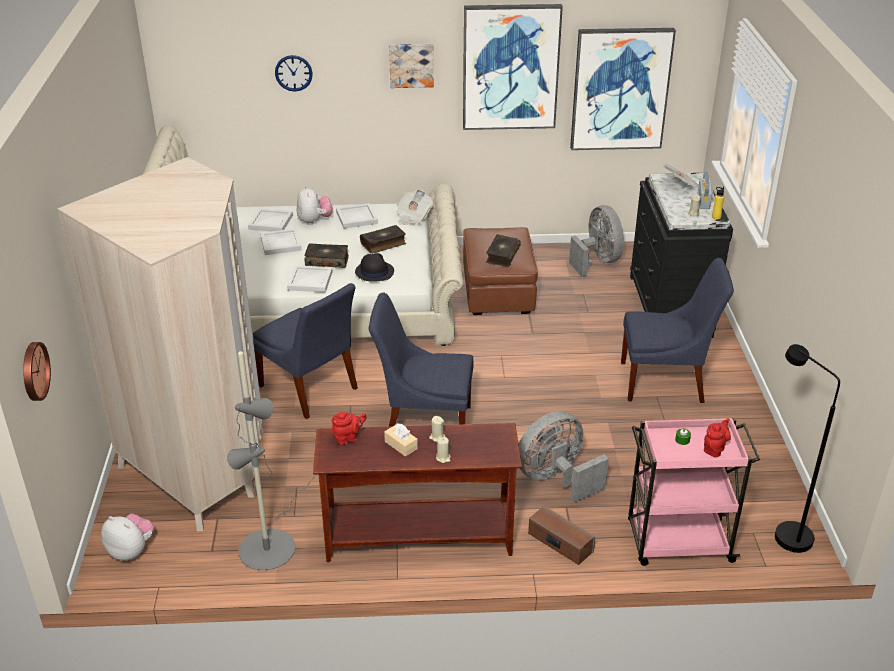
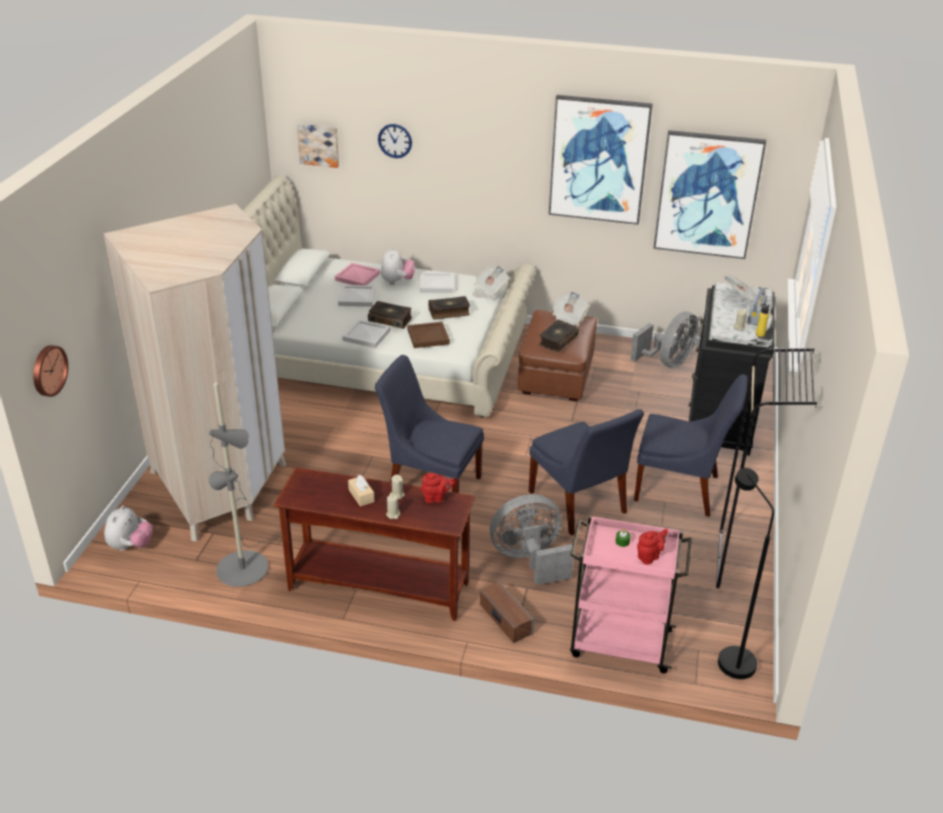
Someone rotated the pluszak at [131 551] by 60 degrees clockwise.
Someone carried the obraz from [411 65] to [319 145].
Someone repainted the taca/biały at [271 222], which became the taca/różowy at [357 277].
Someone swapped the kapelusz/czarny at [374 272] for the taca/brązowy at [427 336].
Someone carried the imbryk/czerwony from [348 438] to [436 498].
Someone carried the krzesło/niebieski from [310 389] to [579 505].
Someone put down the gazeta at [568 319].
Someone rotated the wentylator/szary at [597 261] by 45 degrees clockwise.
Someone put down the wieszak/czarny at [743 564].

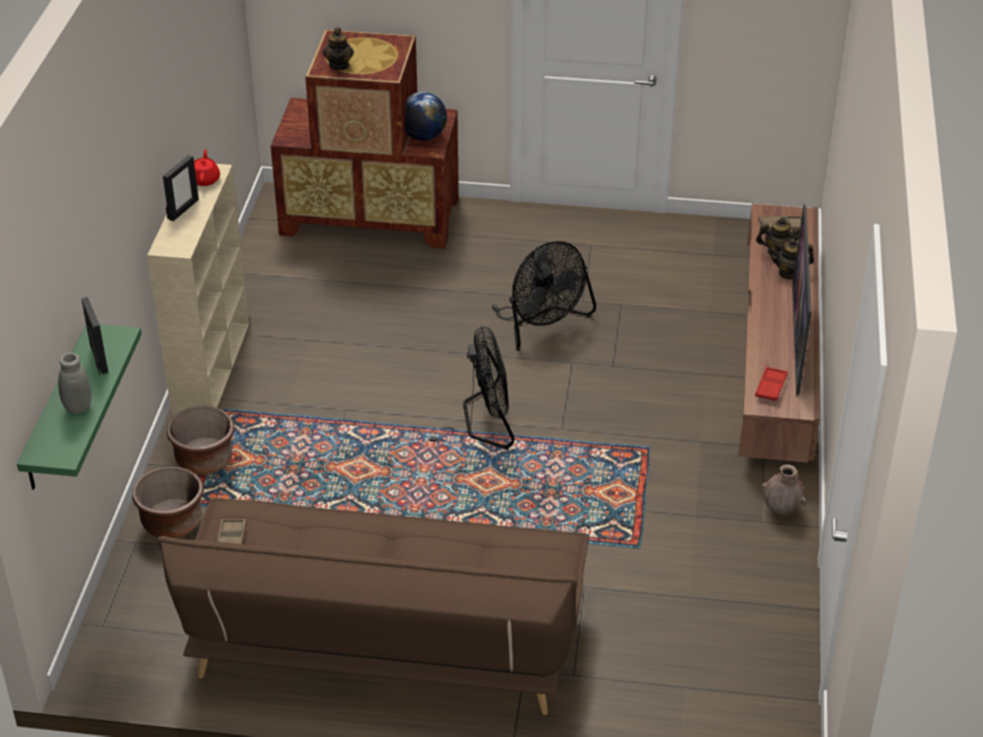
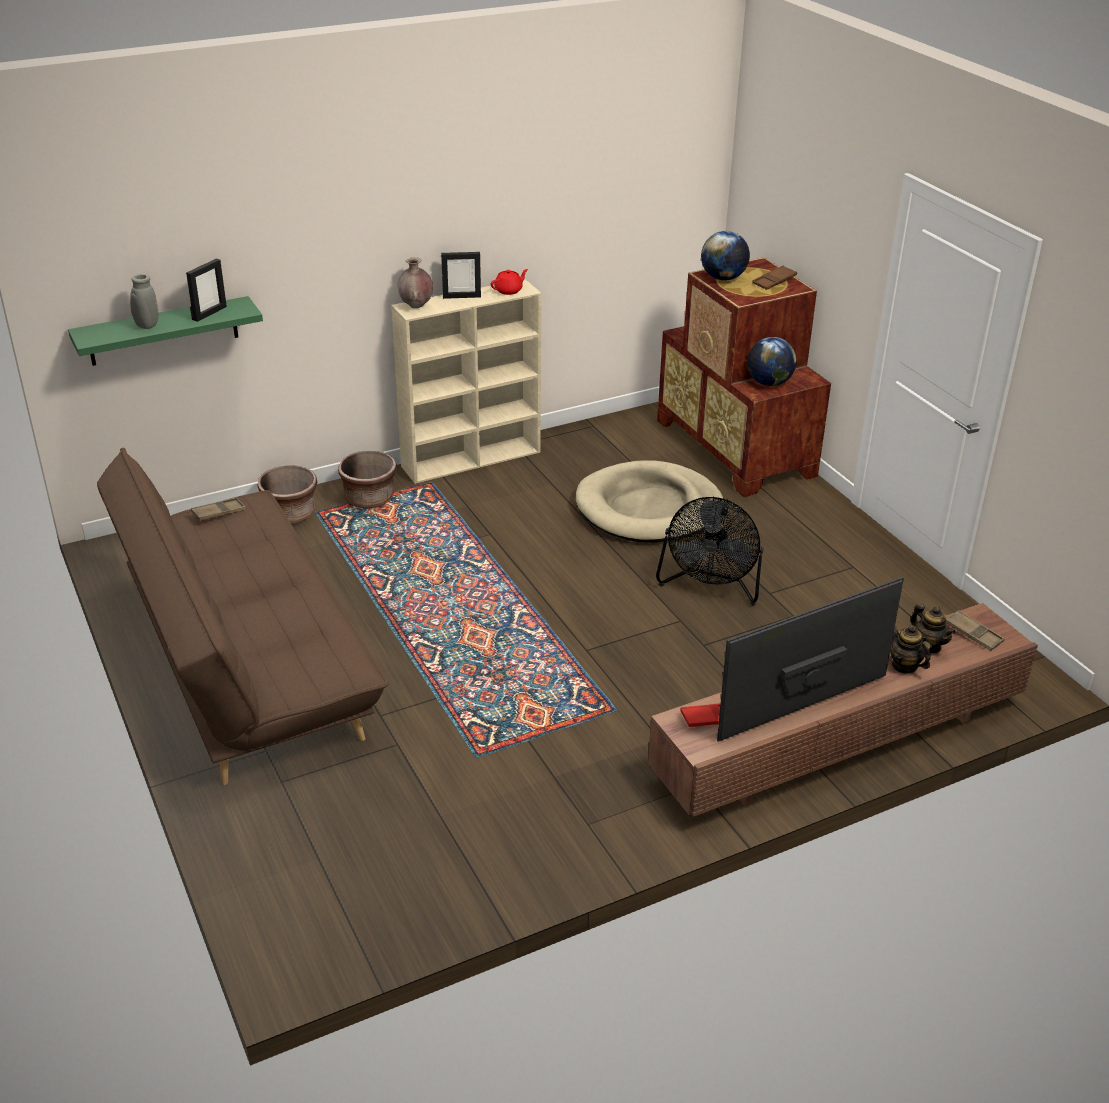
Someone carried the wazon/brązowy from [781 510] to [416 306].
Someone put down the legowisko/beżowy at [649 508].
Someone swapped the imbryk at [339 65] for the globus at [723 278].
Someone put down the taca/brązowy at [774 281].
Someone took away the wentylator/czarny at [481 421].

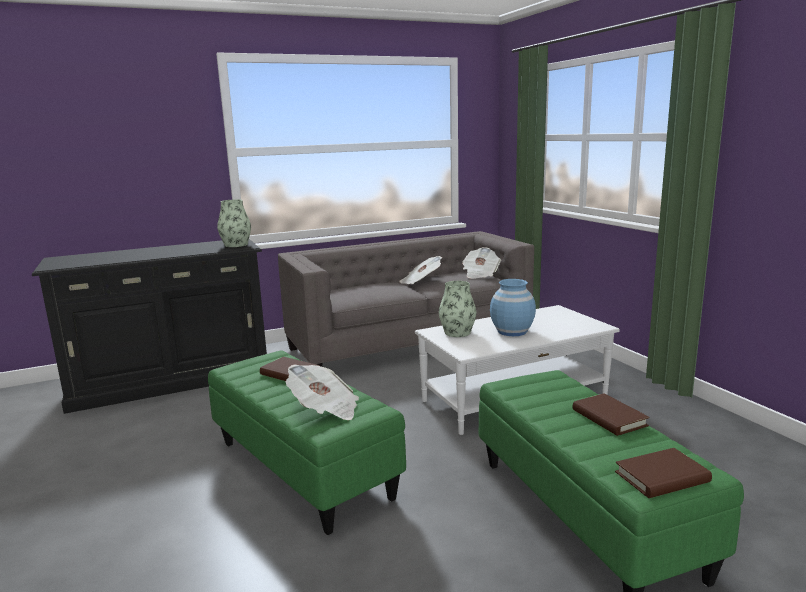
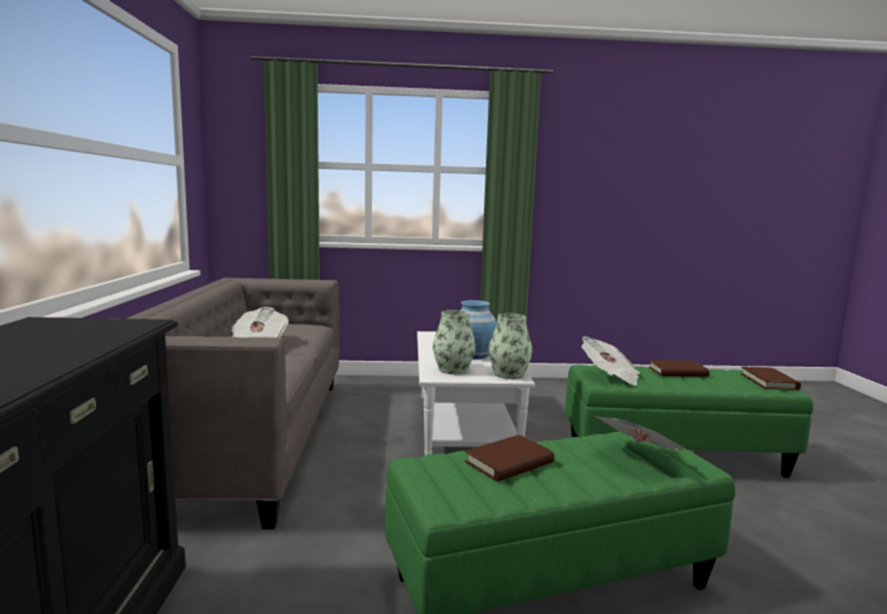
Someone carried the wazon from [236 245] to [508 374].
Someone carried the gazeta from [480 274] to [610 376].

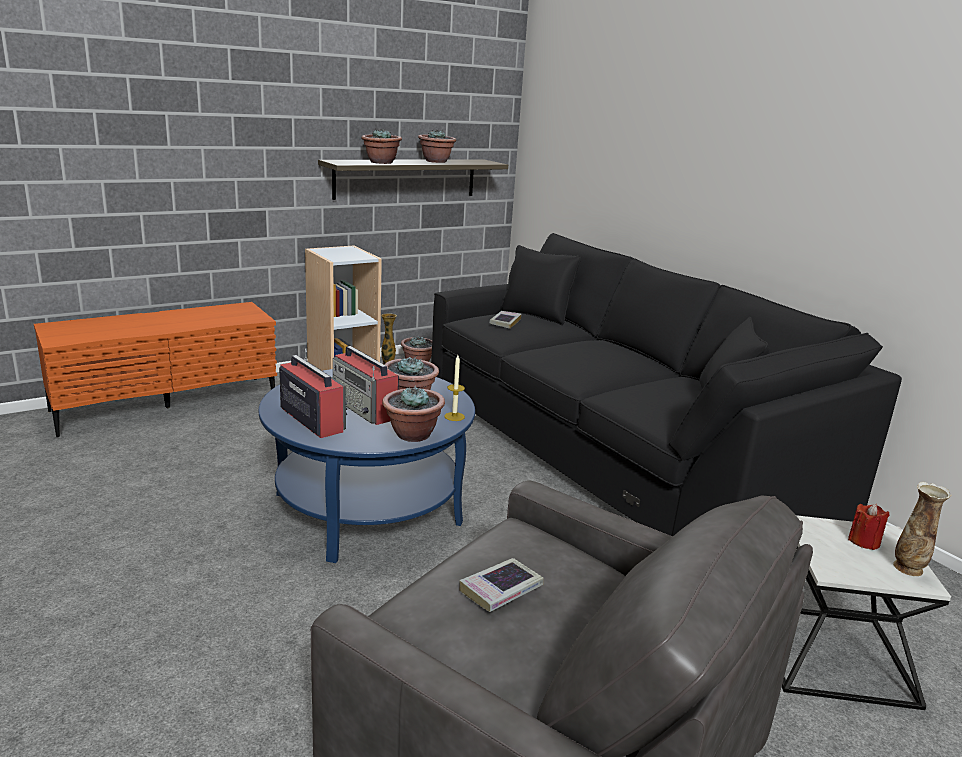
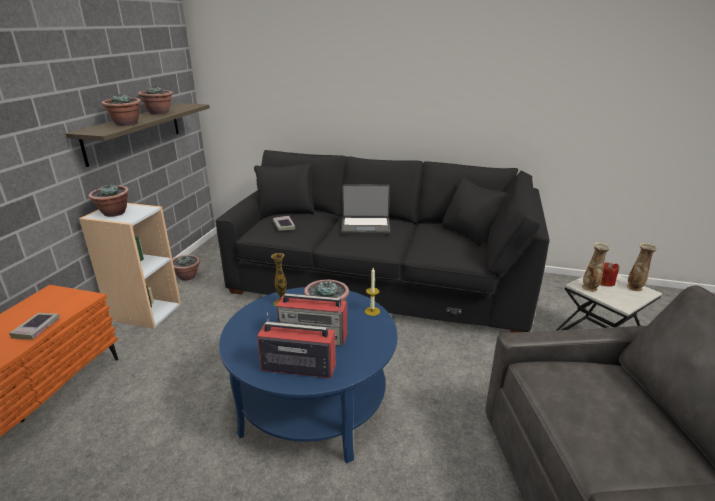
Someone carried the książka from [501 590] to [36 328].
Someone carried the roślina doniczkowa from [412 435] to [114 213].
Someone put down the laptop at [365 226].
Someone put down the wazon at [590 288].

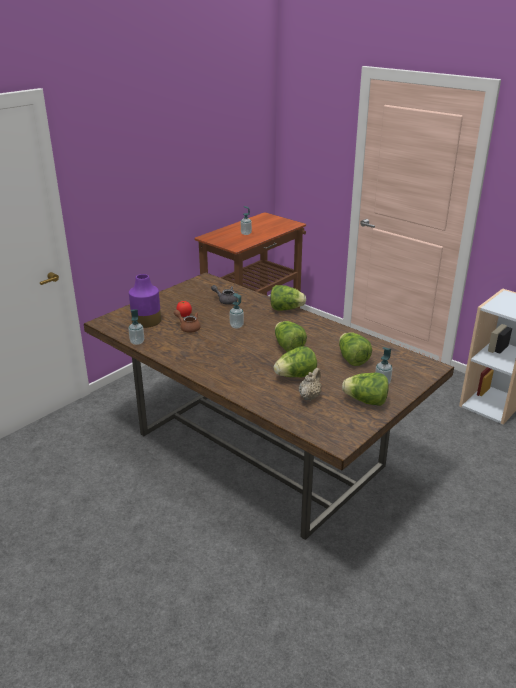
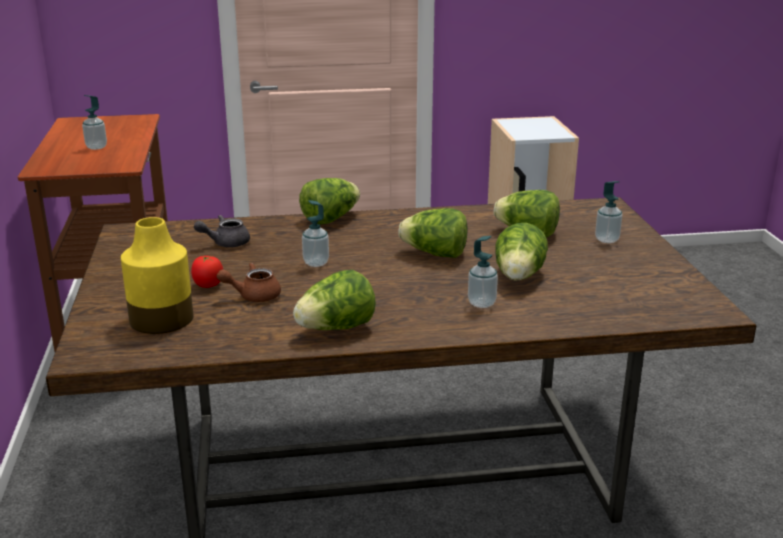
Someone repainted the wazon/fioletowy at [146 320], which became the wazon/żółty at [161 319].
Someone carried the sałata from [366 401] to [336 328].
Someone carried the dozownik mydła from [137 342] to [481 303].
Someone took away the imbryk/beżowy at [309 396].

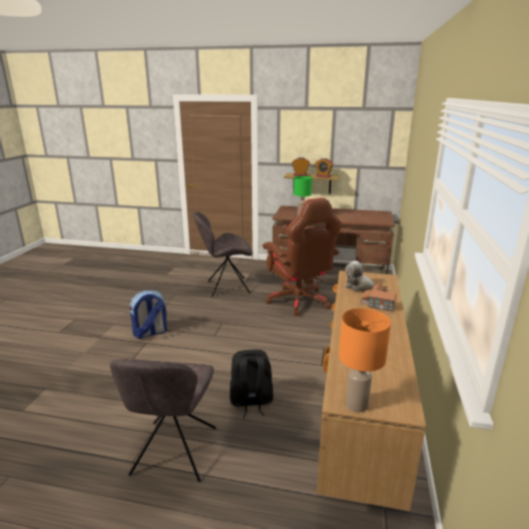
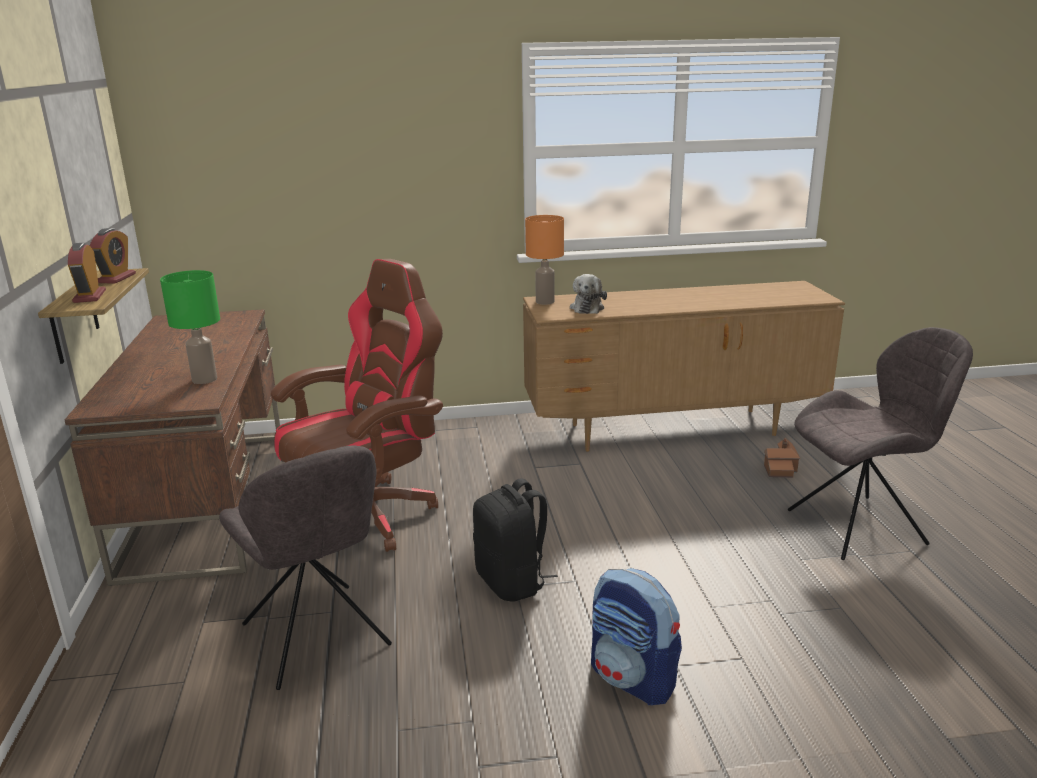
Someone carried the plecak/czarny from [251 402] to [512 582].
Someone carried the lampa stołowa/pomarańczowy from [357 405] to [545 301].
Someone carried the domek from [377 304] to [780 467].

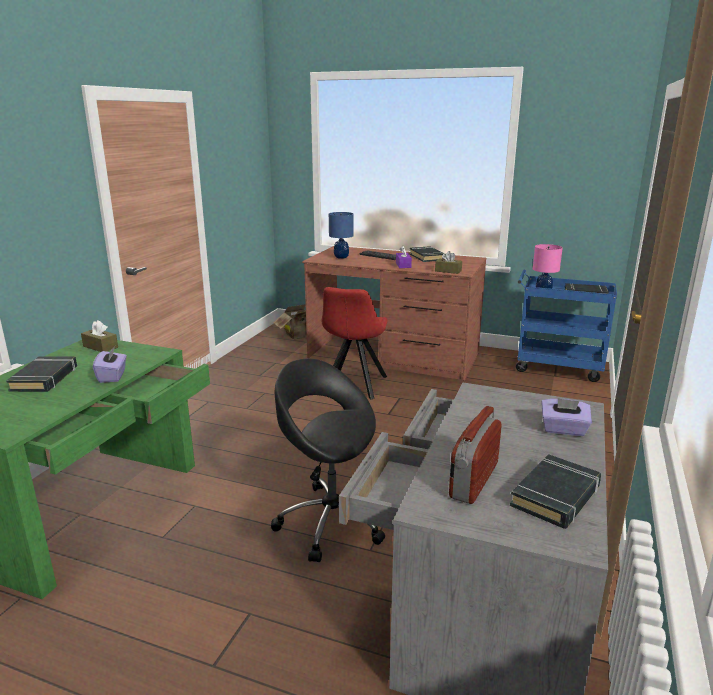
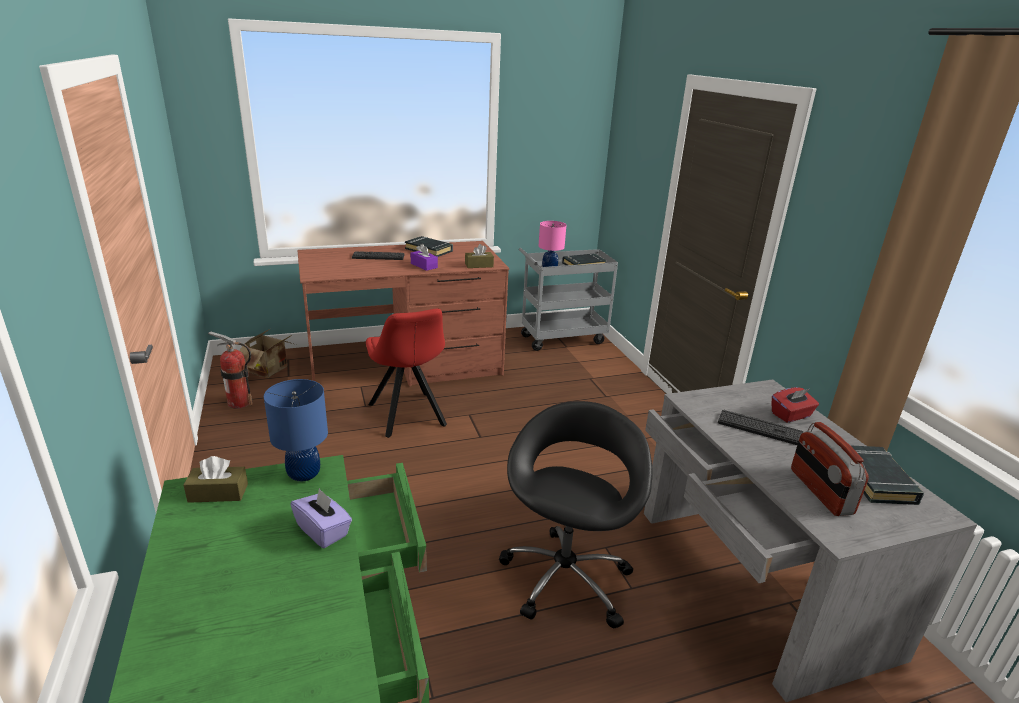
Someone put down the gaśnica at [239 402].
Someone carried the lampa stołowa/niebieski from [341 257] to [303 474].
Someone rotated the krzesło biurowe/czarny at [330 520] by 135 degrees clockwise.
Someone repainted the wózek/niebieski at [555 370], which became the wózek/szary at [560 340].
Someone put down the klawiatura at [759 428].
Someone repainted the pudełko chusteczek/fioletowy at [563 430], which became the pudełko chusteczek/czerwony at [791 415].
Someone took away the książka/czarny at [45 378].

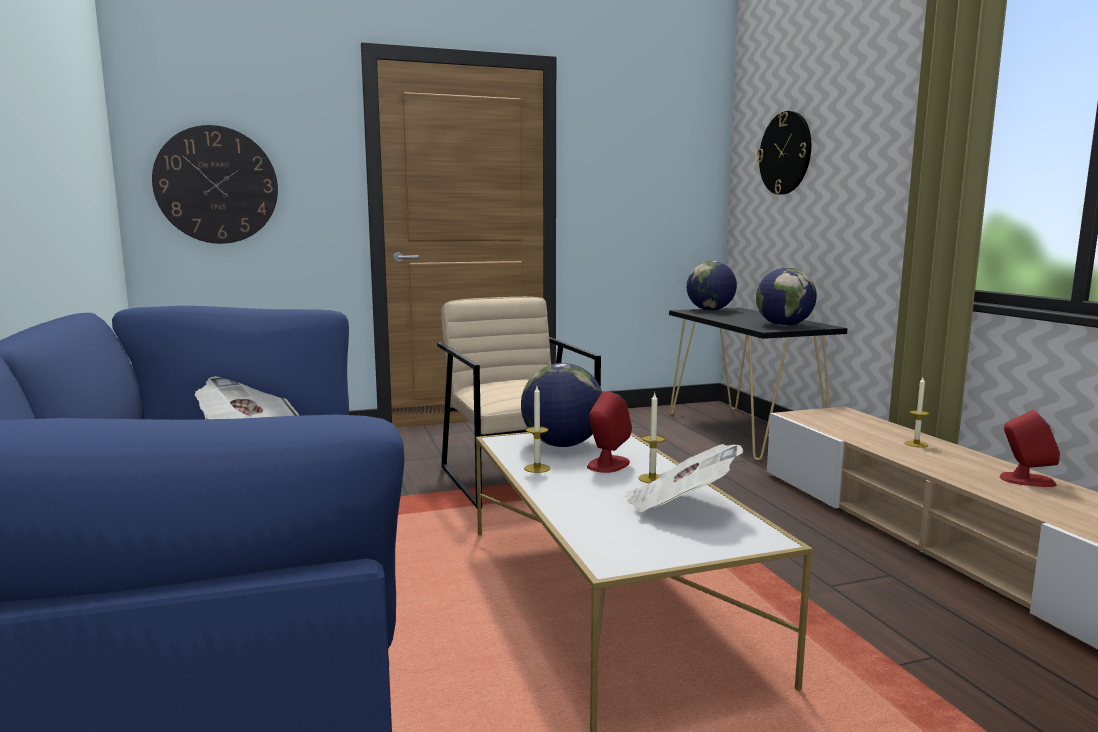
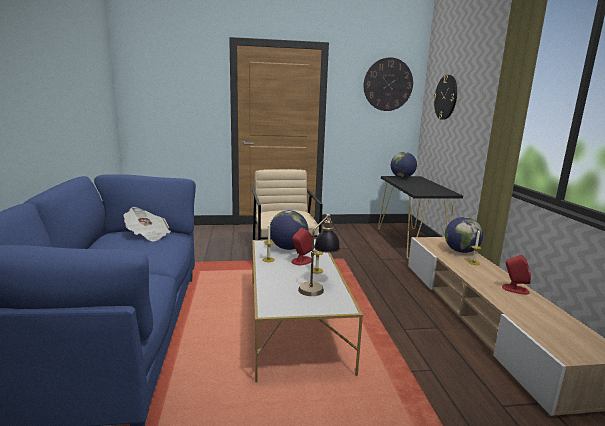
Someone swapped the gazeta at [679 506] for the lampa stołowa at [318 286].
Someone carried the zegar ścienny from [216 185] to [388 84].
Someone carried the globus from [784 325] to [461 251].

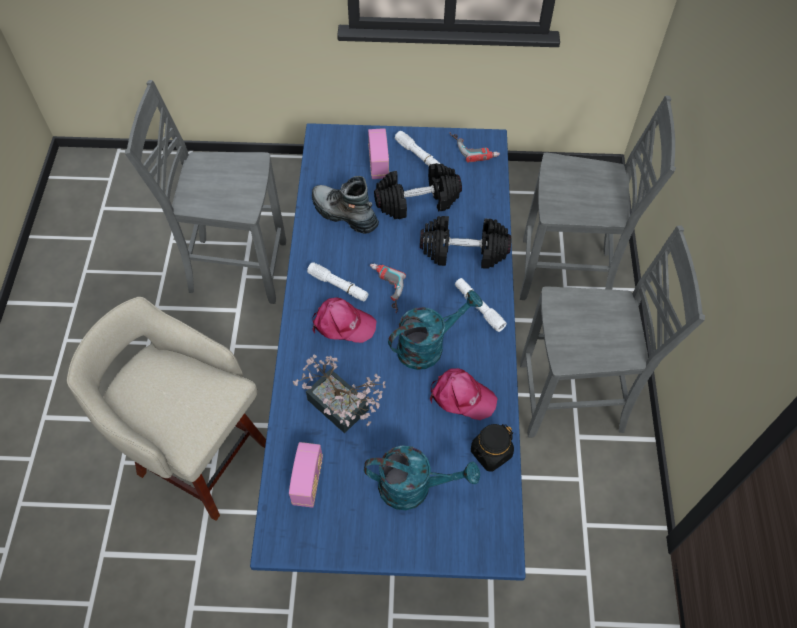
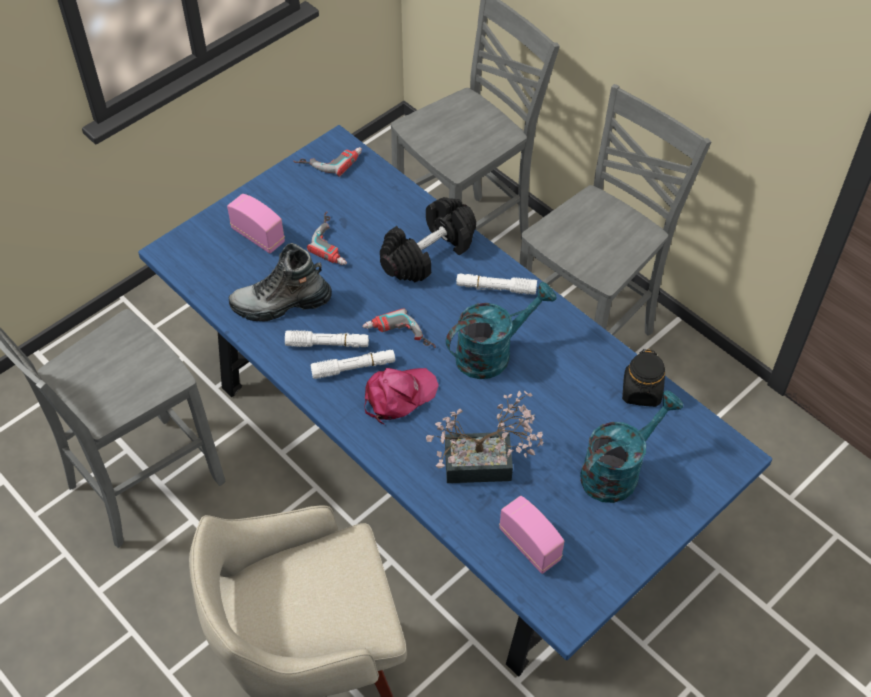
Someone carried the latarka/biały from [418 156] to [327 344].
Someone swapped the hantel/czarny at [417 201] for the wiertarka at [335 242].
Someone rotated the konewka/turkusowy at [428 345] by 45 degrees clockwise.
Someone took away the czapka z daszkiem/różowy at [461 397].

